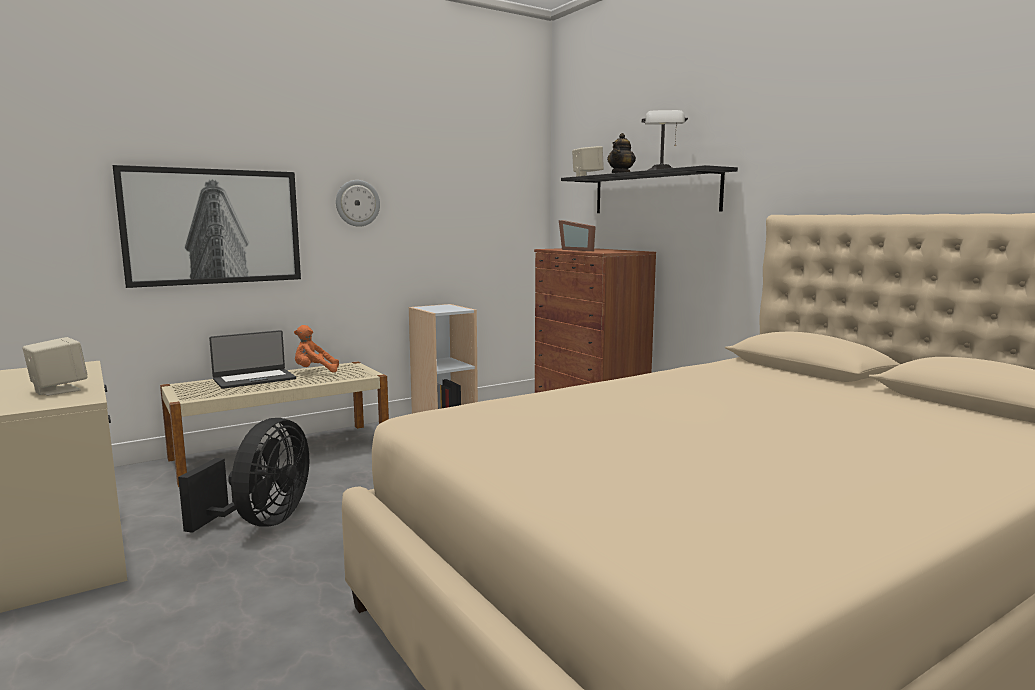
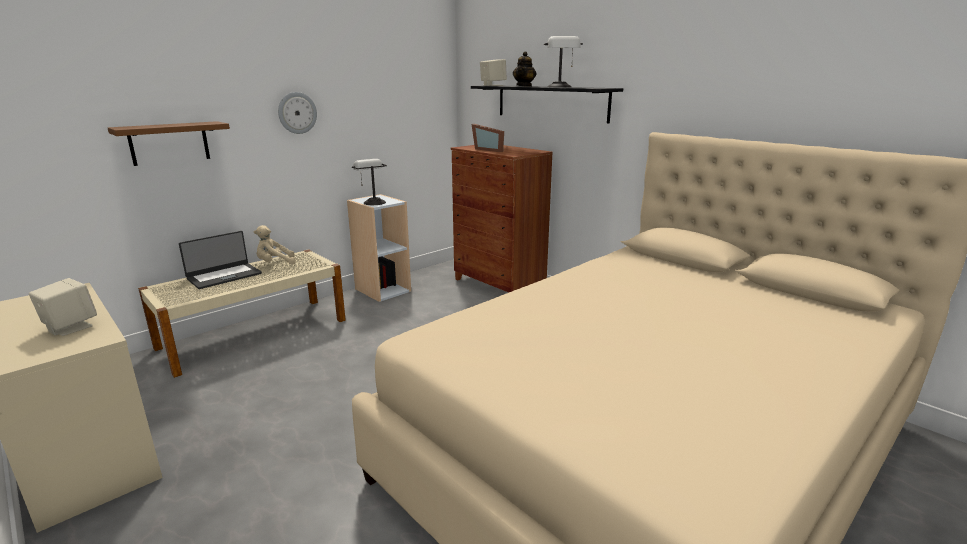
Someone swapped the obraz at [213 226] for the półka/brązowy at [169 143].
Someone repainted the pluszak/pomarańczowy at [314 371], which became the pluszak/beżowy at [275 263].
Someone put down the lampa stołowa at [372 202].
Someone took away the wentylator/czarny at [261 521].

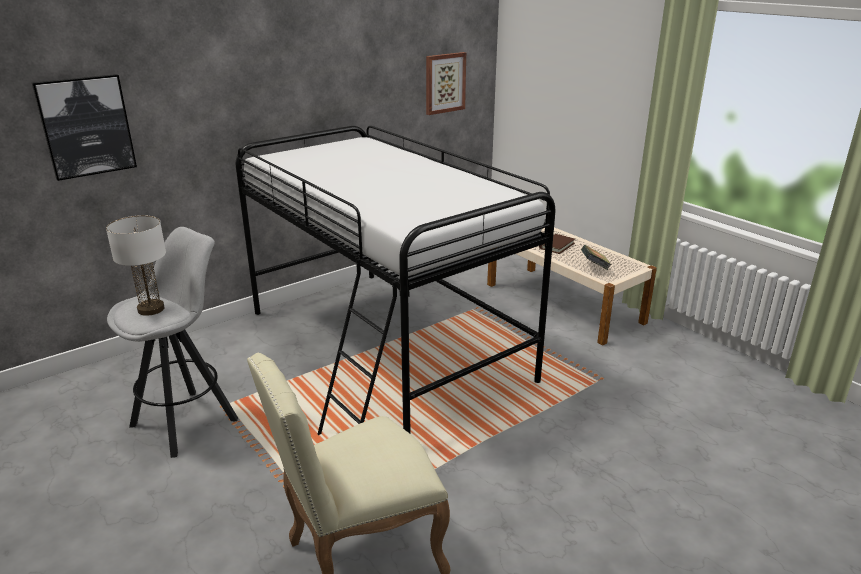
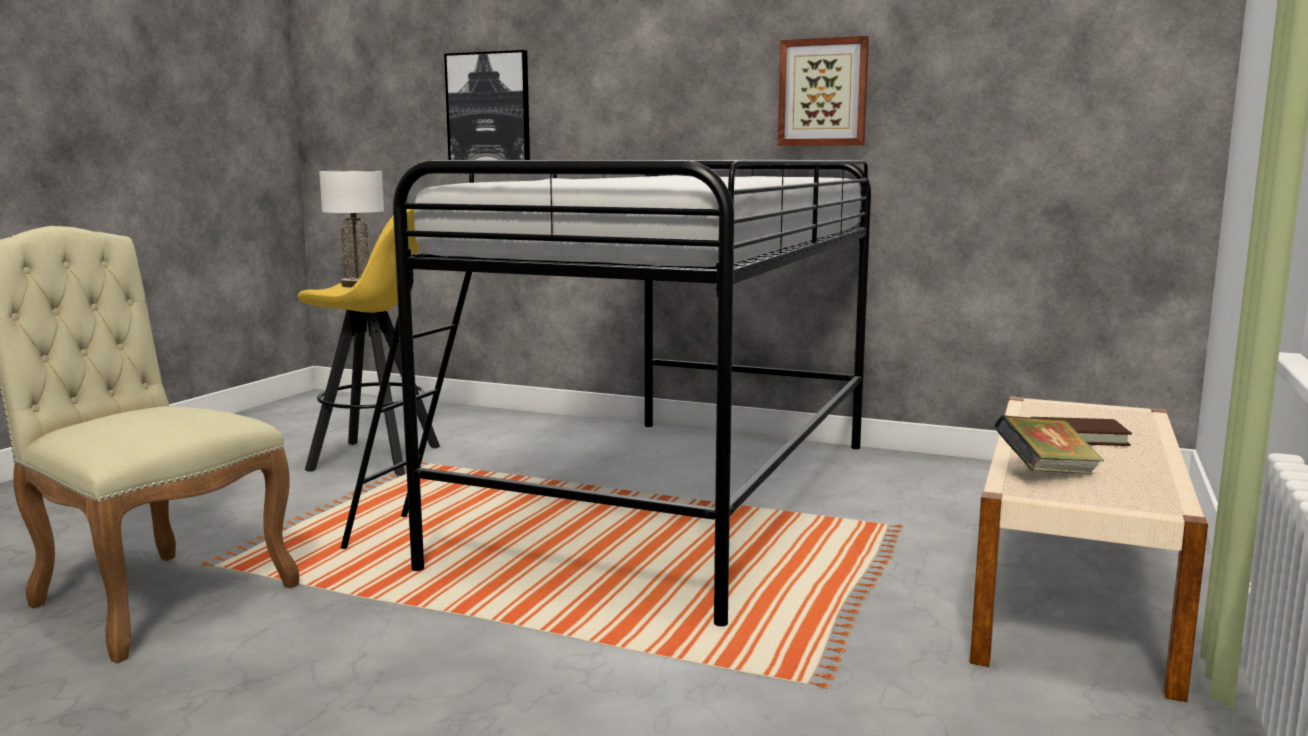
Someone repainted the stołek/szary at [187 421], which became the stołek/żółty at [379 458].
Someone carried the obraz from [444 83] to [823 92].

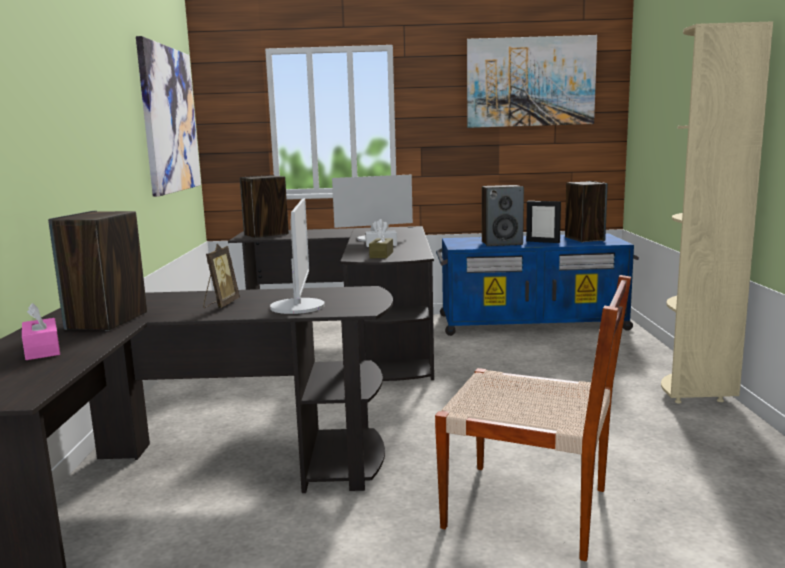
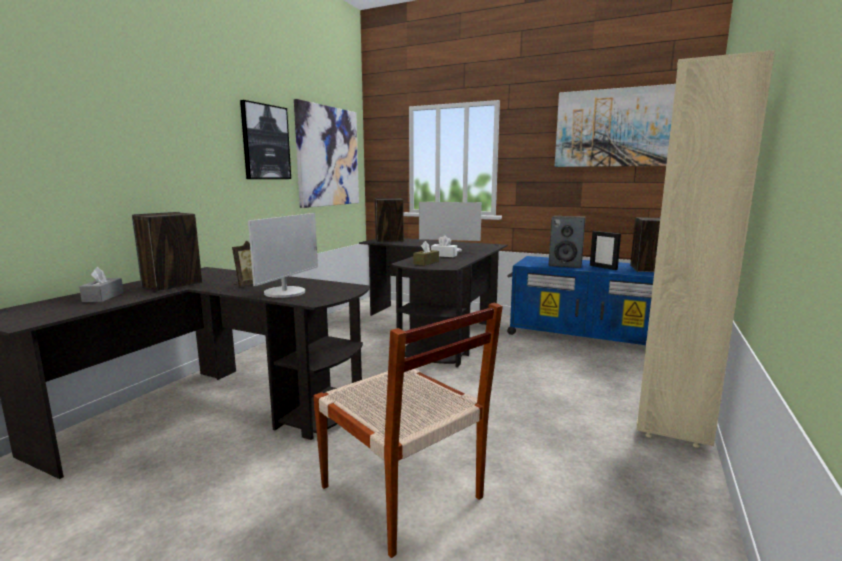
Someone repainted the pudełko chusteczek/różowy at [42 350], which became the pudełko chusteczek/szary at [103 297].
Someone put up the obraz at [265 142].

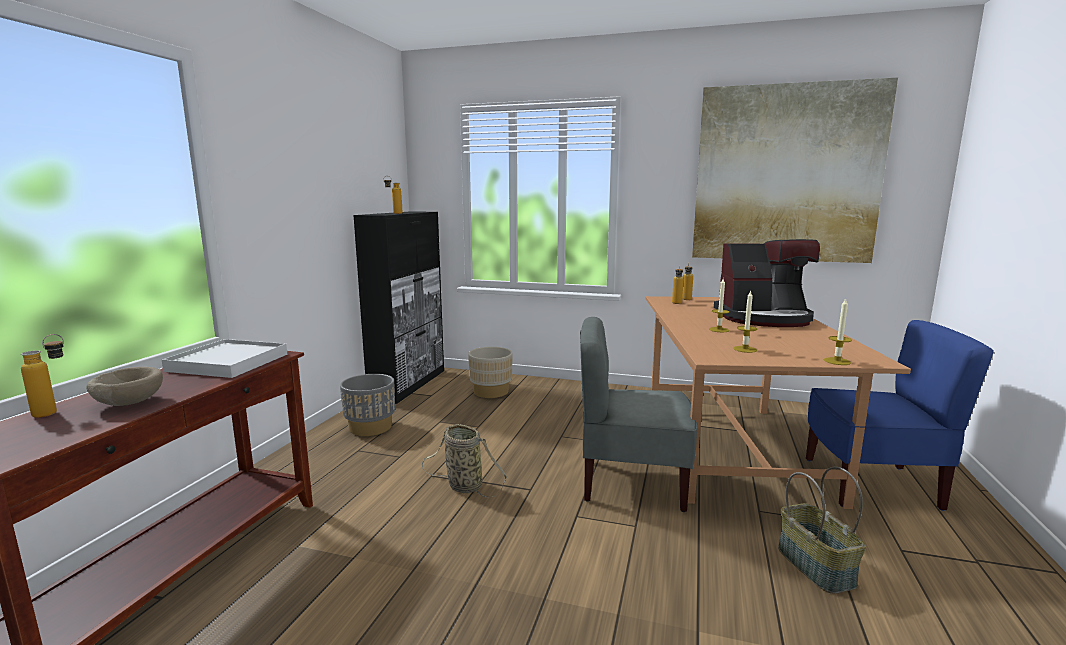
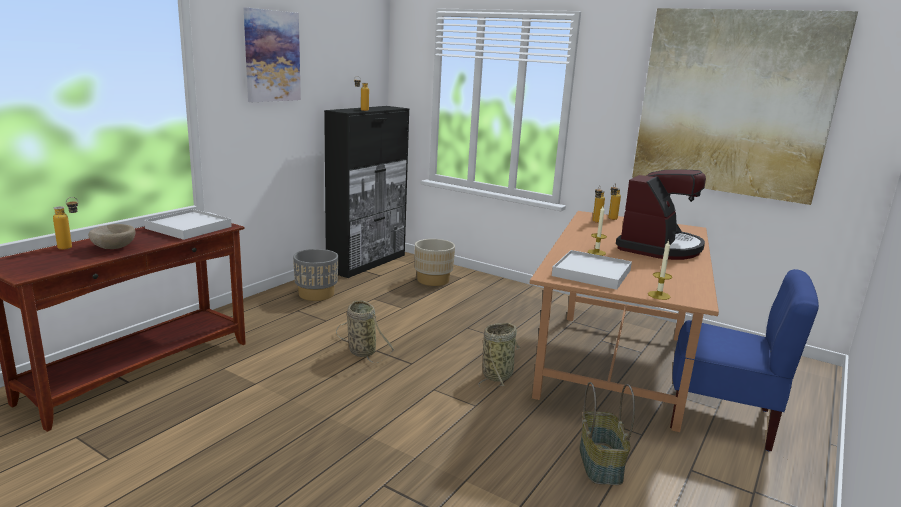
Someone put up the obraz at [272 56].
Someone swapped the krzesło/szary at [631 483] for the koszyk at [498 374].
Someone swapped the świeca at [745 349] for the taca/biały at [592 273].
Someone rotated the ekspres do kawy at [764 318] by 75 degrees counterclockwise.

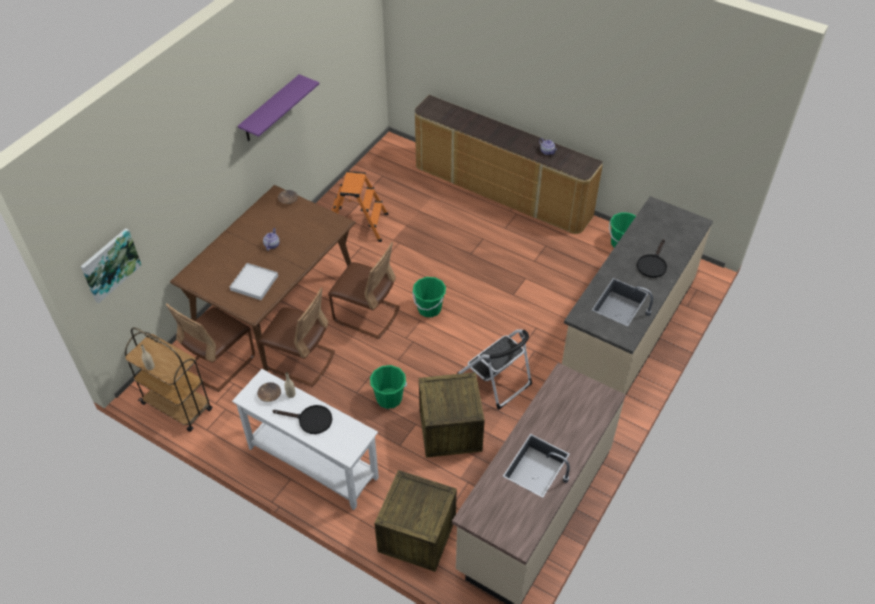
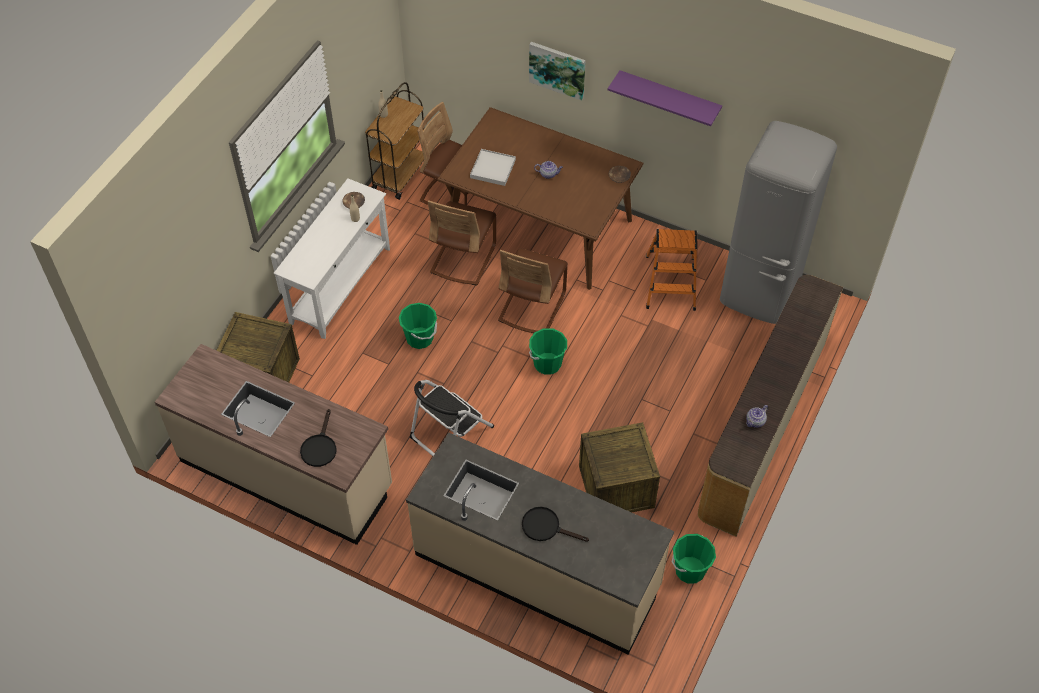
Someone carried the patelnia/czarny from [310 420] to [319 447].
Someone carried the obraz from [110 264] to [557 69].
Someone carried the skrzynka from [450 430] to [616 486].
Someone put down the lodówka/szary at [759 294].

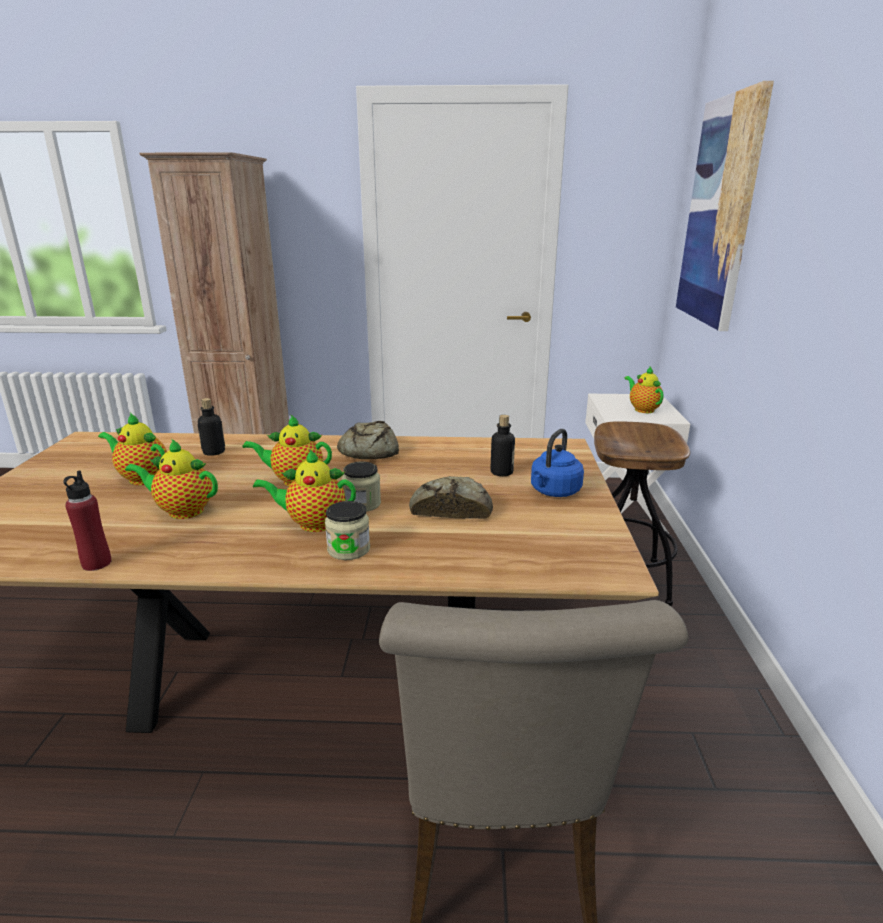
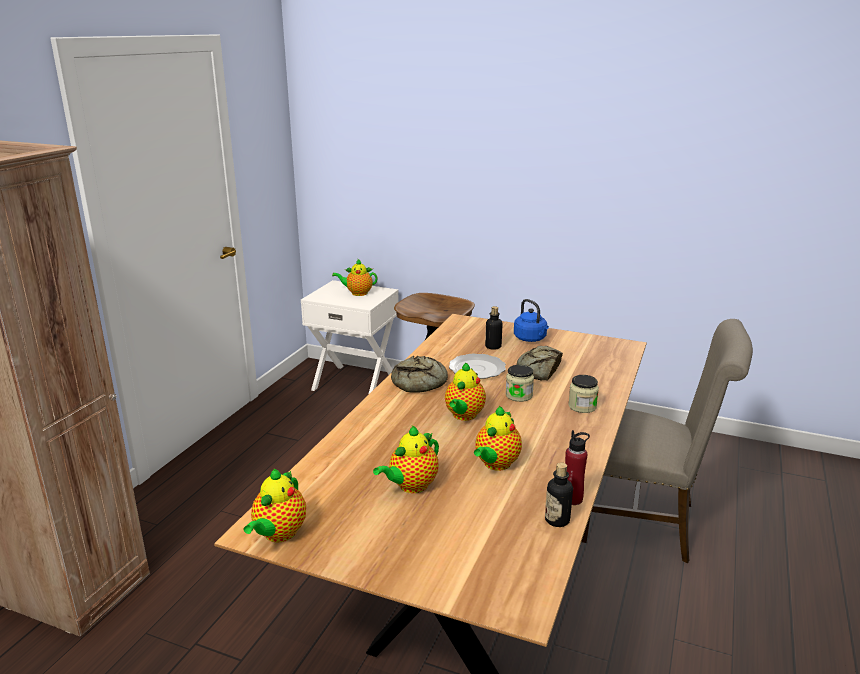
Someone carried the imbryk from [312 524] to [278 534].
Someone put down the talerz at [476 368].
Someone carried the butelka from [214 452] to [557 520].
Someone took away the obraz at [720 213].

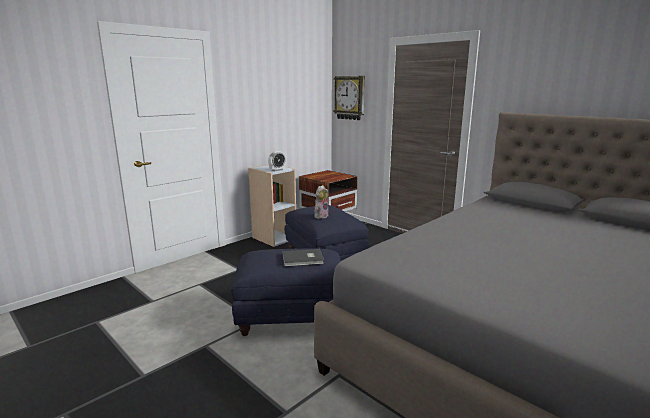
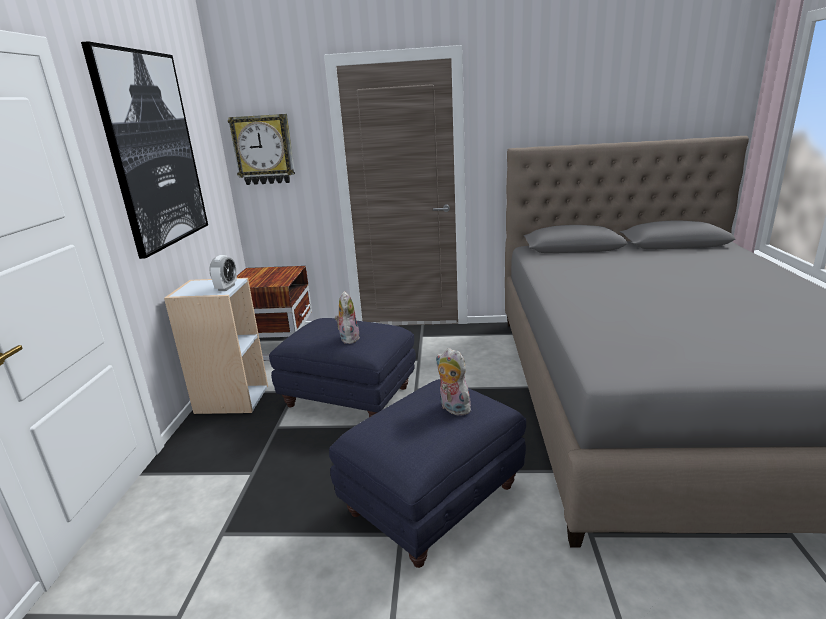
Someone put up the obraz at [153 151].
Someone swapped the książka/szary at [303 259] for the pluszak at [452 408].

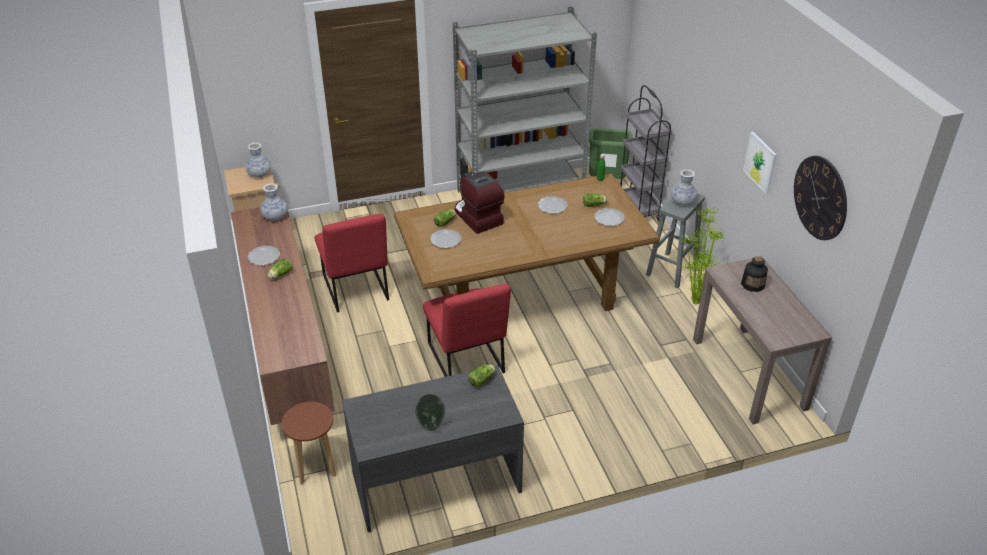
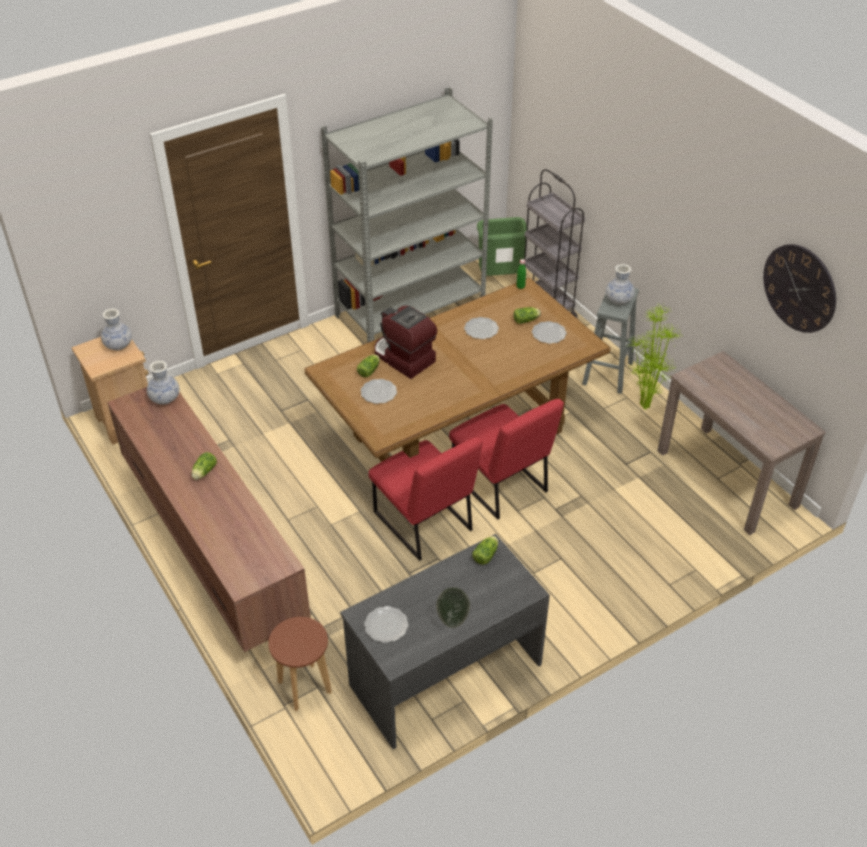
Someone carried the talerz from [263 256] to [385 625].
Someone carried the krzesło/czerwony from [355 288] to [500 484].
Someone took away the butelka at [753 284].
Someone took away the obraz at [760 162].

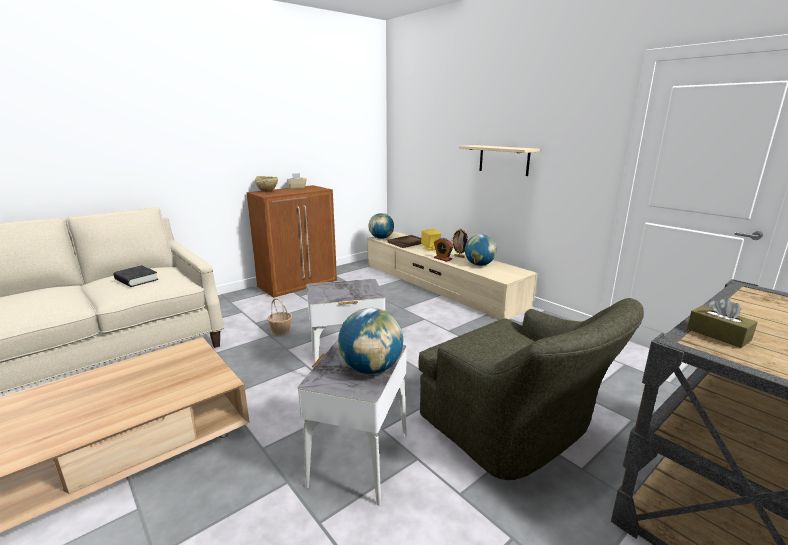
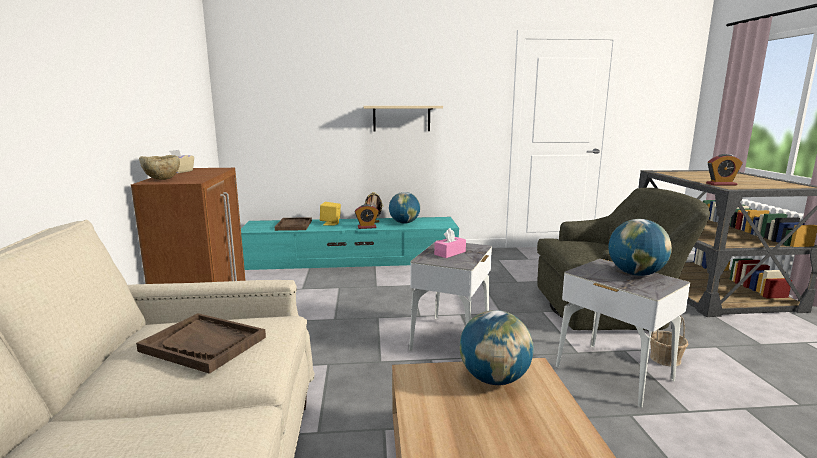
Someone swapped the książka/czarny at [136 279] for the taca/brązowy at [204 344].
Someone repainted the szafka pod telewizor/beżowy at [440 283], which became the szafka pod telewizor/turkusowy at [351 259].
Someone put down the pudełko chusteczek/różowy at [450 253].
Someone carried the globus from [381 238] to [494 379].
Someone carried the koszyk from [281 331] to [665 359].
Someone swapped the pudełko chusteczek/brązowy at [718 334] for the budzik at [721 184].

